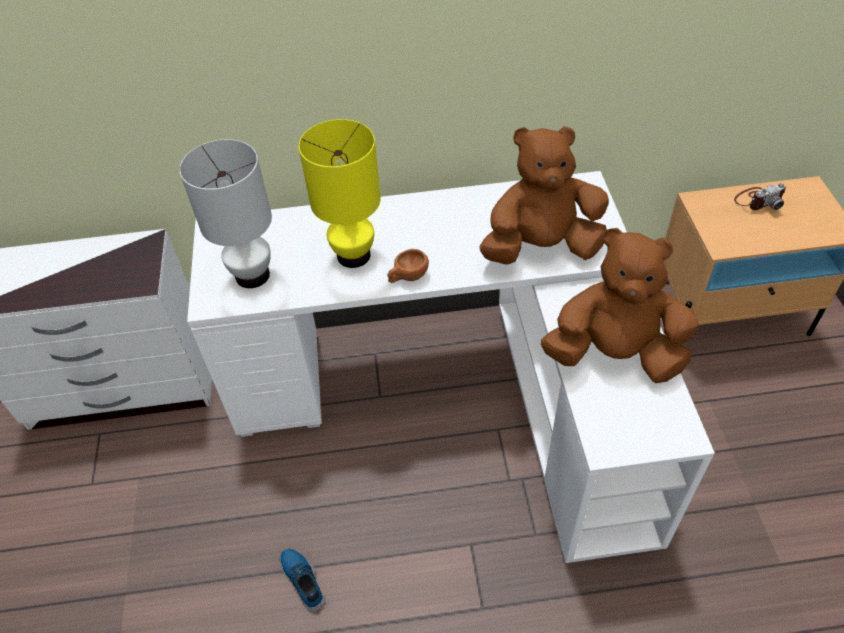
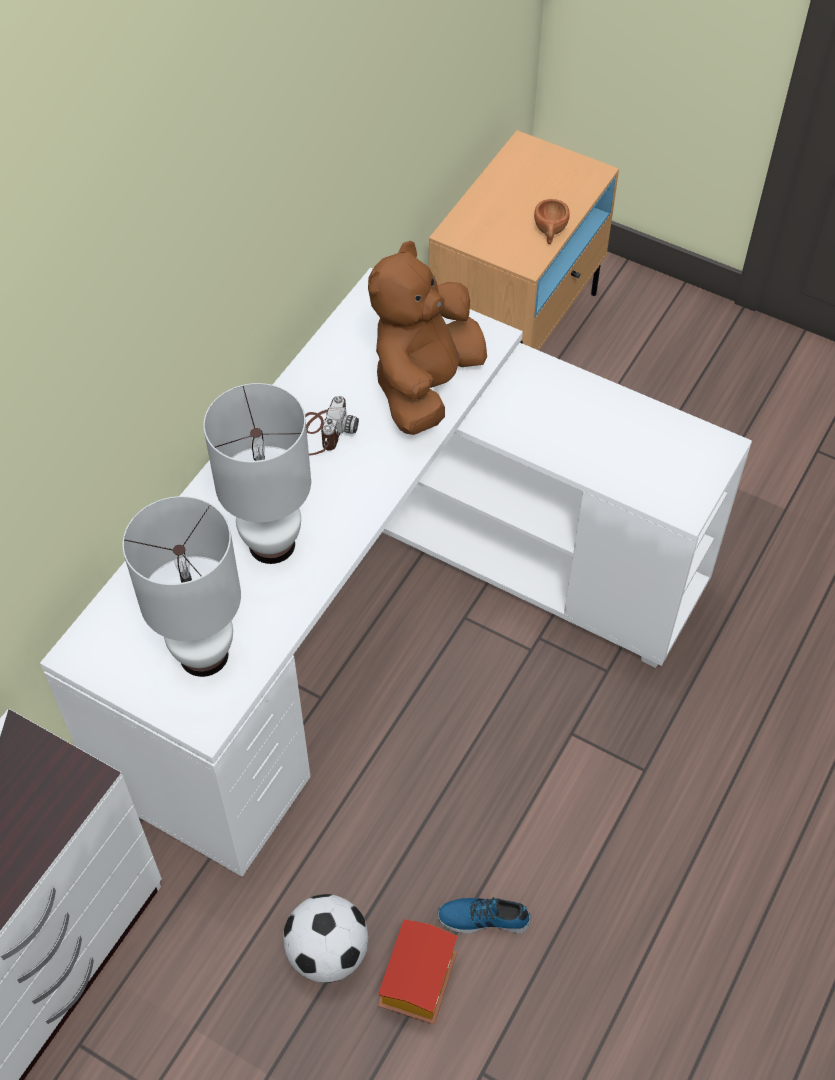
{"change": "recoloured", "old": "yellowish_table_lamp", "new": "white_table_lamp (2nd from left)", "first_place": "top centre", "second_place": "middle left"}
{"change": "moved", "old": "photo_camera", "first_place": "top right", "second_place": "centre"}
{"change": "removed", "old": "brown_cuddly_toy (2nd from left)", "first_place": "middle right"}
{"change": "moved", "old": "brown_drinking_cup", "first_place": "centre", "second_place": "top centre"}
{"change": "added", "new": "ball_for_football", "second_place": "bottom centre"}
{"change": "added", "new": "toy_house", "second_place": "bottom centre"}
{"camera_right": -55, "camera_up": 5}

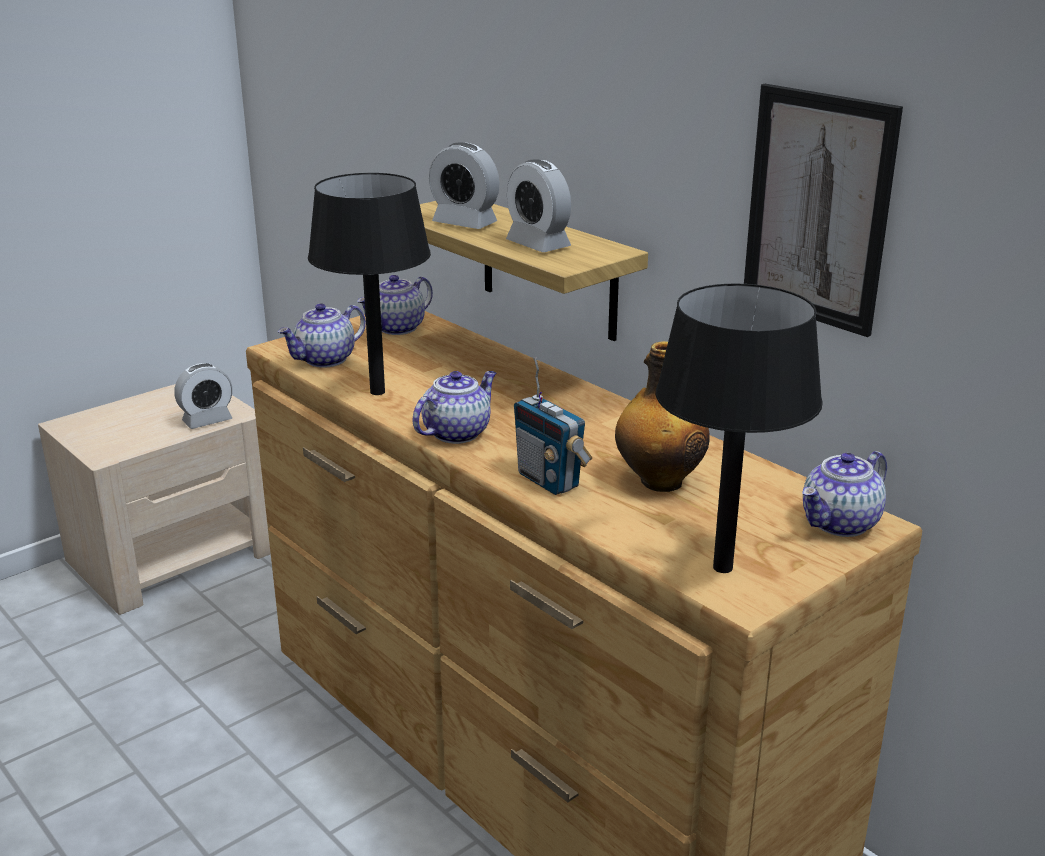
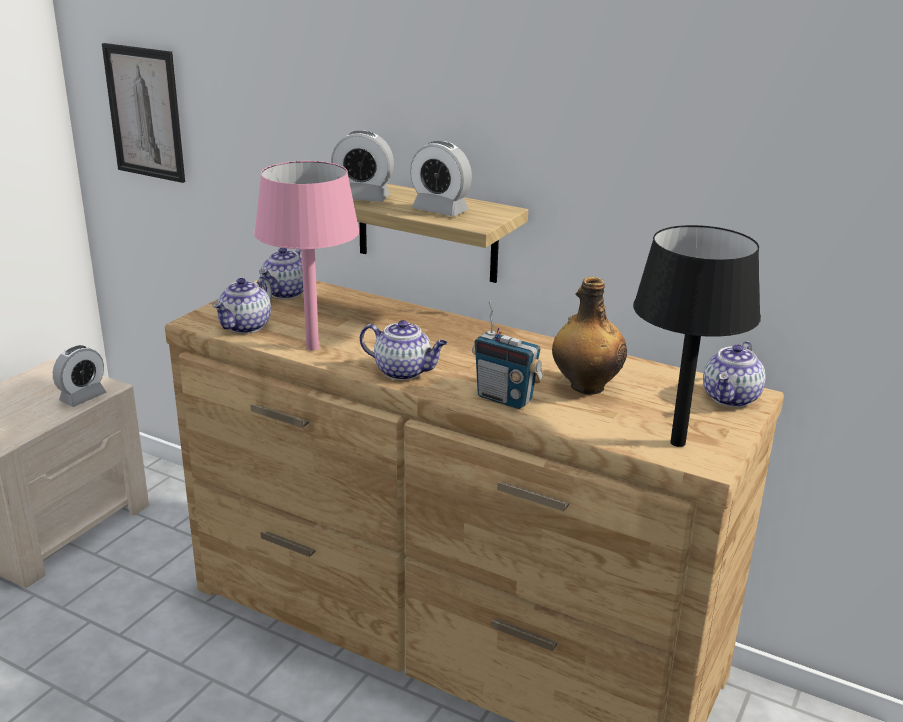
{"change": "moved", "old": "picture", "first_place": "top right", "second_place": "top left"}
{"change": "recoloured", "old": "black-coloured_table_lamp (1st from left)", "new": "pink_table_lamp", "first_place": "top centre", "second_place": "centre"}
{"change": "turned", "old": "teapot (3rd from left)", "first_place": "centre", "second_place": "centre", "degrees": 90}
{"camera_right": -20, "camera_up": 0}

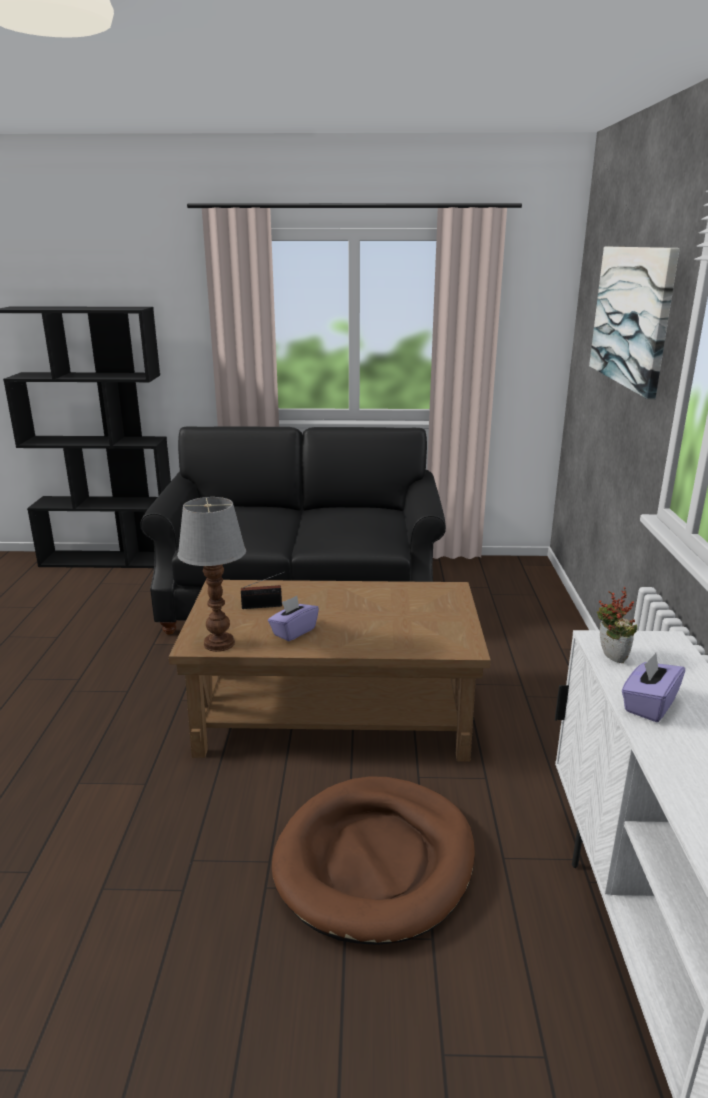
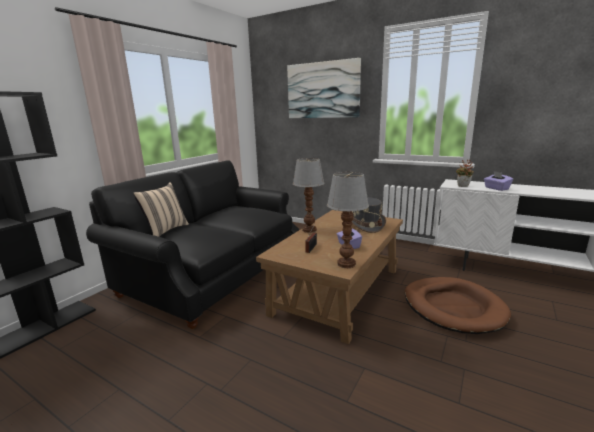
{"change": "added", "new": "table_lamp (1st from left)", "second_place": "centre"}
{"change": "added", "new": "sand-coloured_throw_pillow", "second_place": "middle left"}
{"change": "added", "new": "grey_wearable_hat", "second_place": "centre"}
{"camera_right": -60, "camera_up": -5}

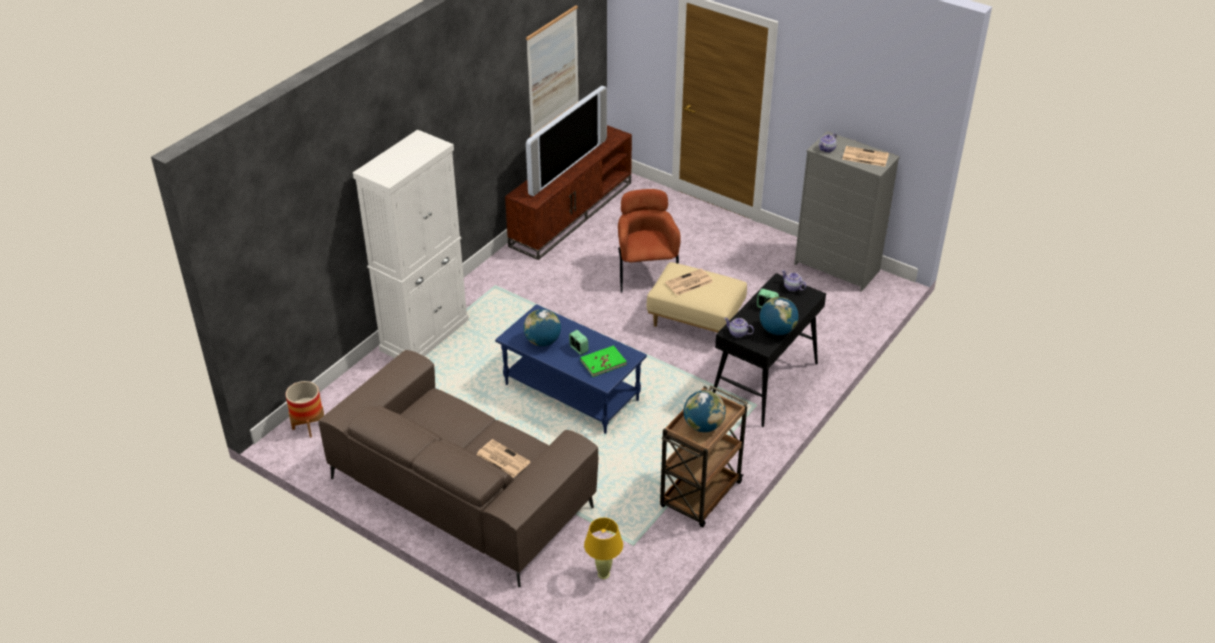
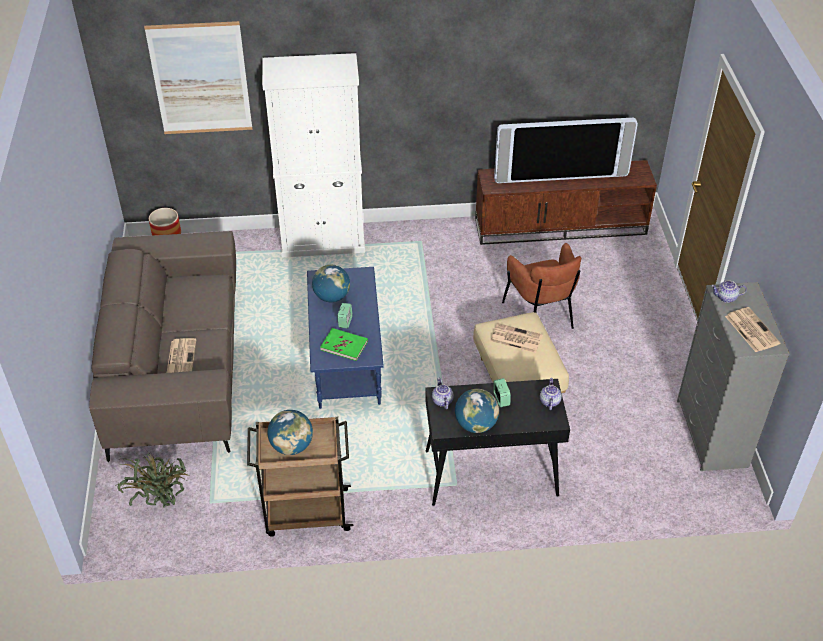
{"change": "moved", "old": "picture", "first_place": "top centre", "second_place": "top left"}
{"change": "turned", "old": "brown_easy_chair", "first_place": "centre", "second_place": "centre", "degrees": 120}
{"change": "replaced", "old": "yellowish_table_lamp", "new": "plant_in_a_pot", "first_place": "bottom centre", "second_place": "bottom left"}
{"camera_right": 50, "camera_up": 5}

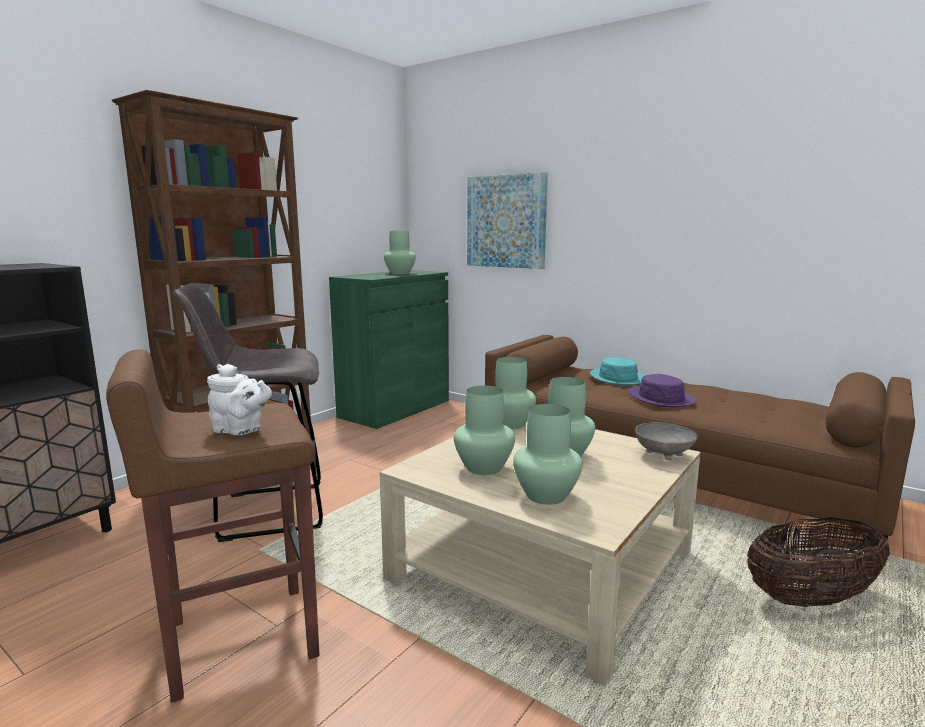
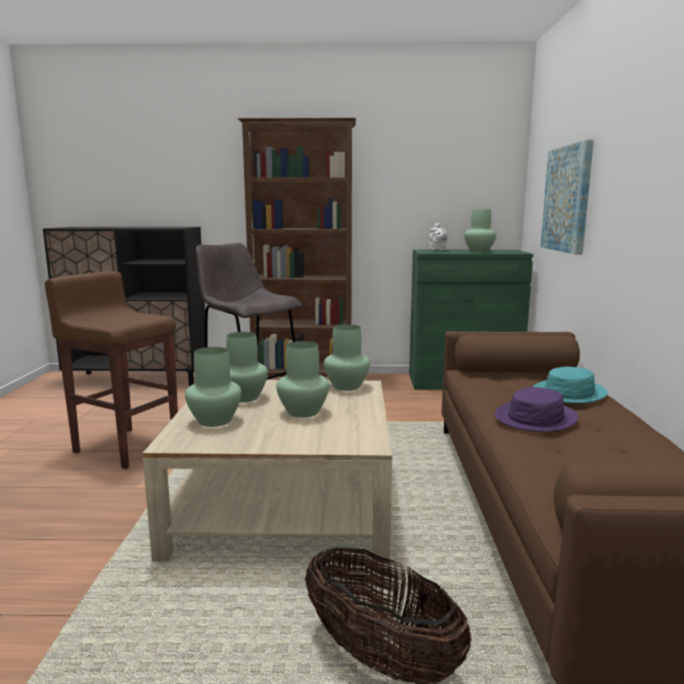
{"change": "moved", "old": "white_teapot", "first_place": "middle left", "second_place": "centre"}
{"change": "removed", "old": "grey_serving_bowl", "first_place": "middle right"}
{"camera_right": 55, "camera_up": 0}

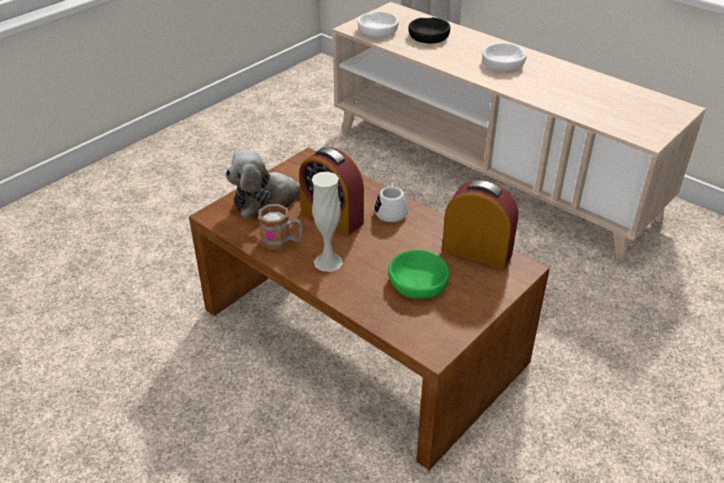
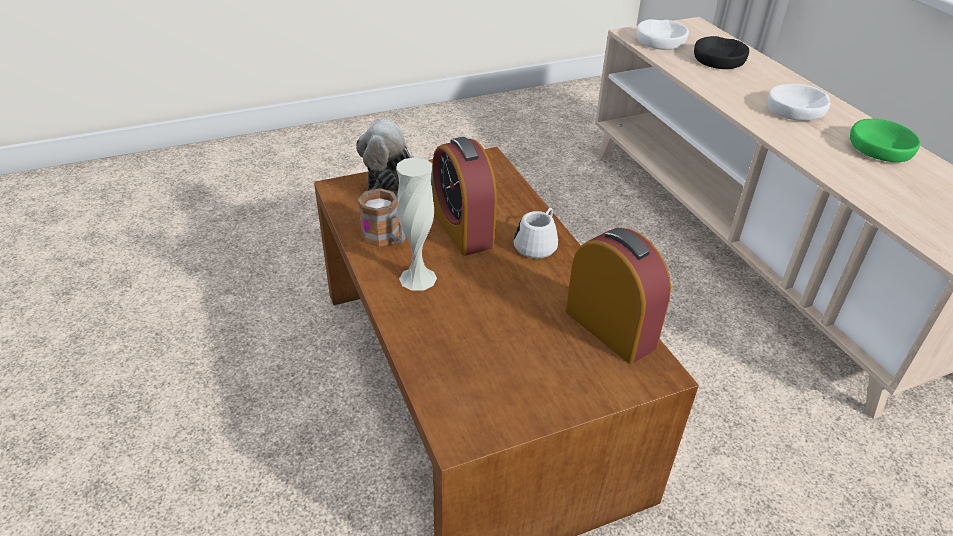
{"change": "moved", "old": "green-coloured_serving_bowl", "first_place": "centre", "second_place": "top right"}
{"camera_right": 25, "camera_up": 0}

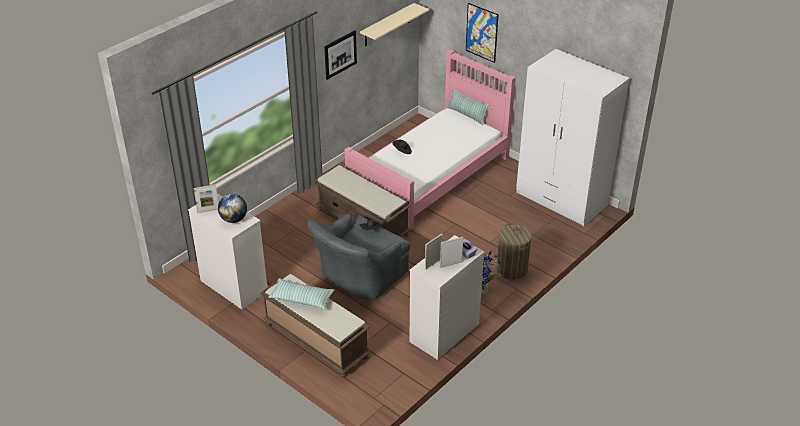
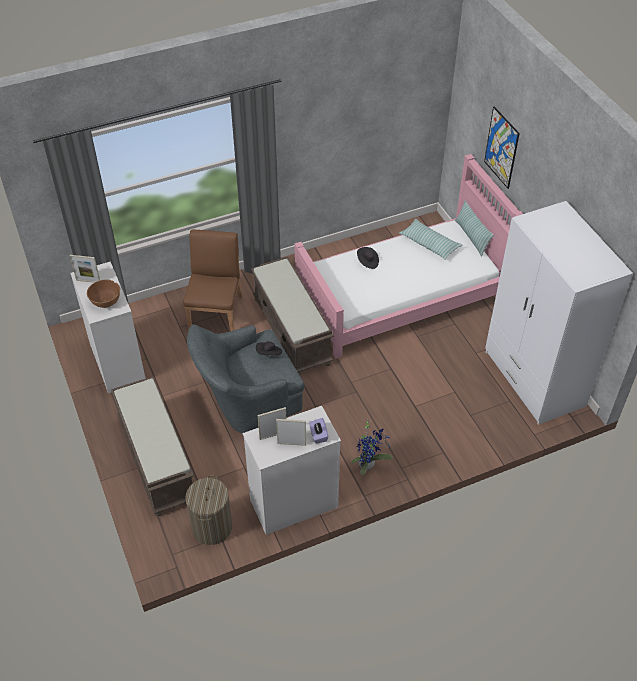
{"change": "removed", "old": "sand-coloured_shelf", "first_place": "top centre"}
{"change": "removed", "old": "picture (1st from left)", "first_place": "top centre"}
{"change": "replaced", "old": "desk_globe", "new": "brown_serving_bowl", "first_place": "middle left", "second_place": "middle left"}
{"change": "moved", "old": "hamper", "first_place": "centre", "second_place": "bottom left"}
{"change": "moved", "old": "throw_pillow (1st from left)", "first_place": "bottom centre", "second_place": "middle right"}
{"change": "added", "new": "brown_chair", "second_place": "centre"}
{"camera_right": 25, "camera_up": 10}

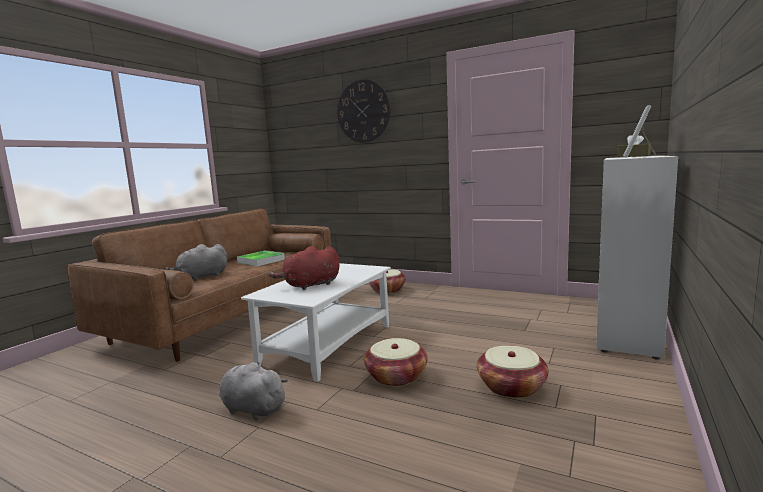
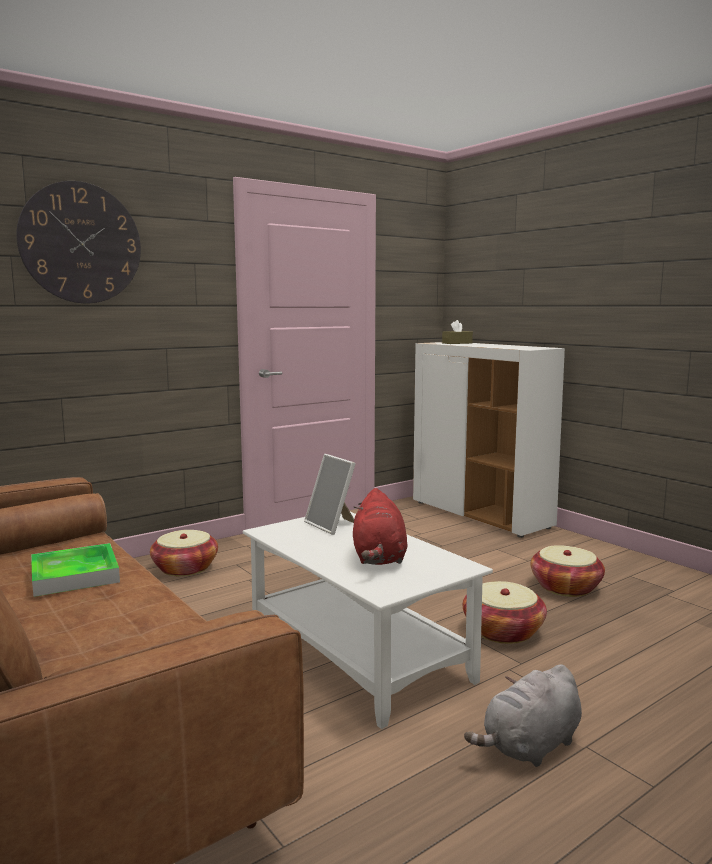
{"change": "moved", "old": "picture_frame", "first_place": "top right", "second_place": "centre"}
{"change": "removed", "old": "grey_cuddly_toy (1st from left)", "first_place": "middle left"}
{"camera_right": -65, "camera_up": 0}

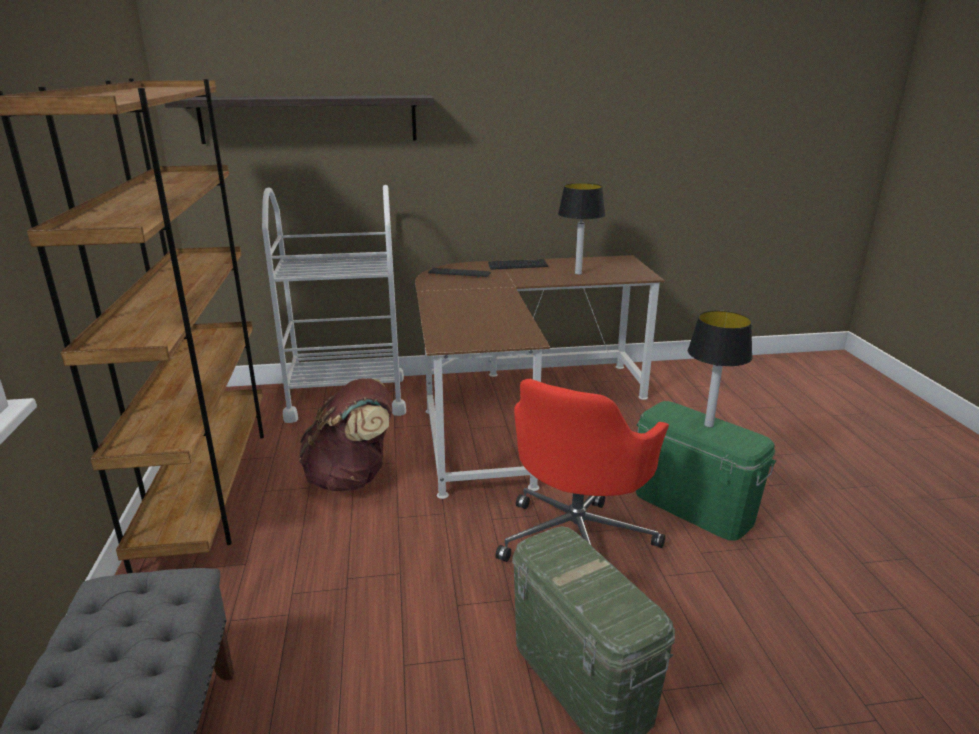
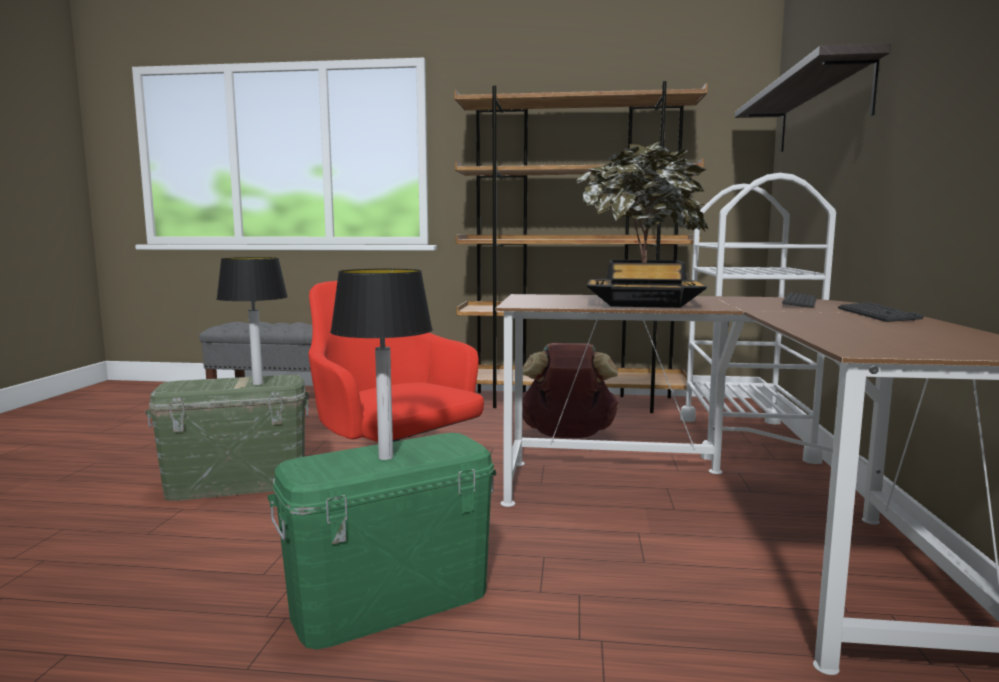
{"change": "moved", "old": "table_lamp (1st from left)", "first_place": "top centre", "second_place": "middle left"}
{"change": "added", "new": "plant_in_a_pot", "second_place": "top centre"}
{"camera_right": 105, "camera_up": -15}

